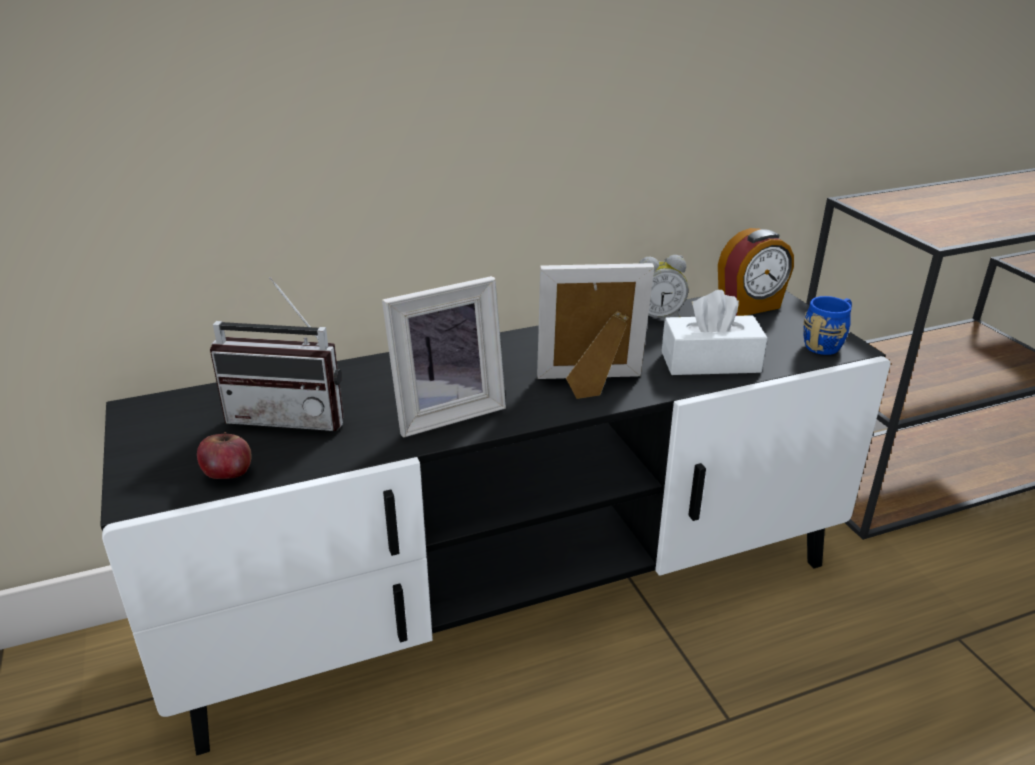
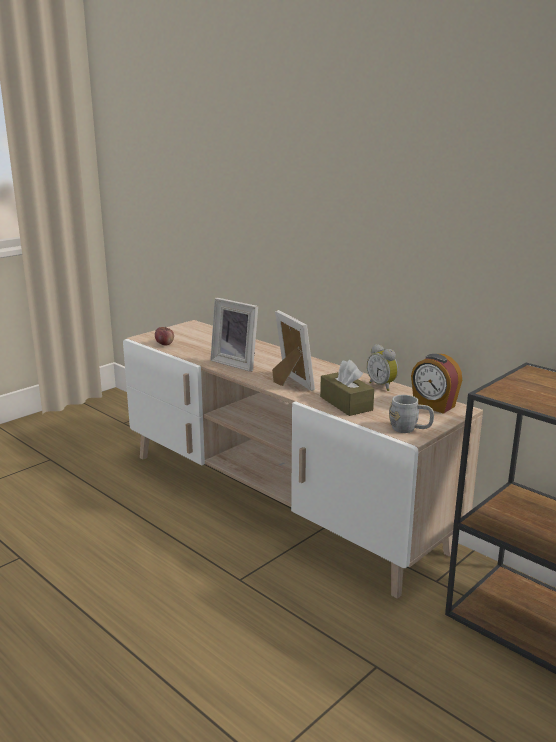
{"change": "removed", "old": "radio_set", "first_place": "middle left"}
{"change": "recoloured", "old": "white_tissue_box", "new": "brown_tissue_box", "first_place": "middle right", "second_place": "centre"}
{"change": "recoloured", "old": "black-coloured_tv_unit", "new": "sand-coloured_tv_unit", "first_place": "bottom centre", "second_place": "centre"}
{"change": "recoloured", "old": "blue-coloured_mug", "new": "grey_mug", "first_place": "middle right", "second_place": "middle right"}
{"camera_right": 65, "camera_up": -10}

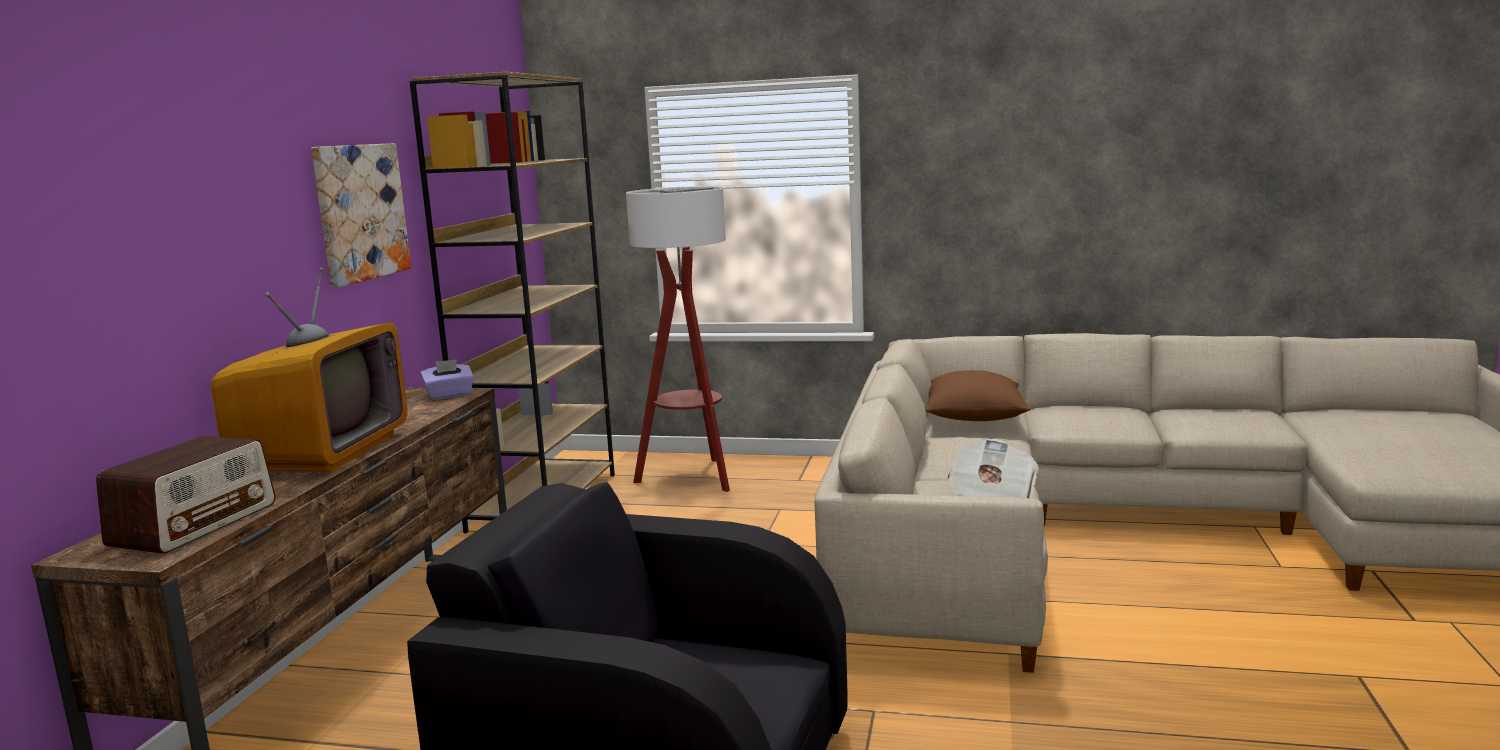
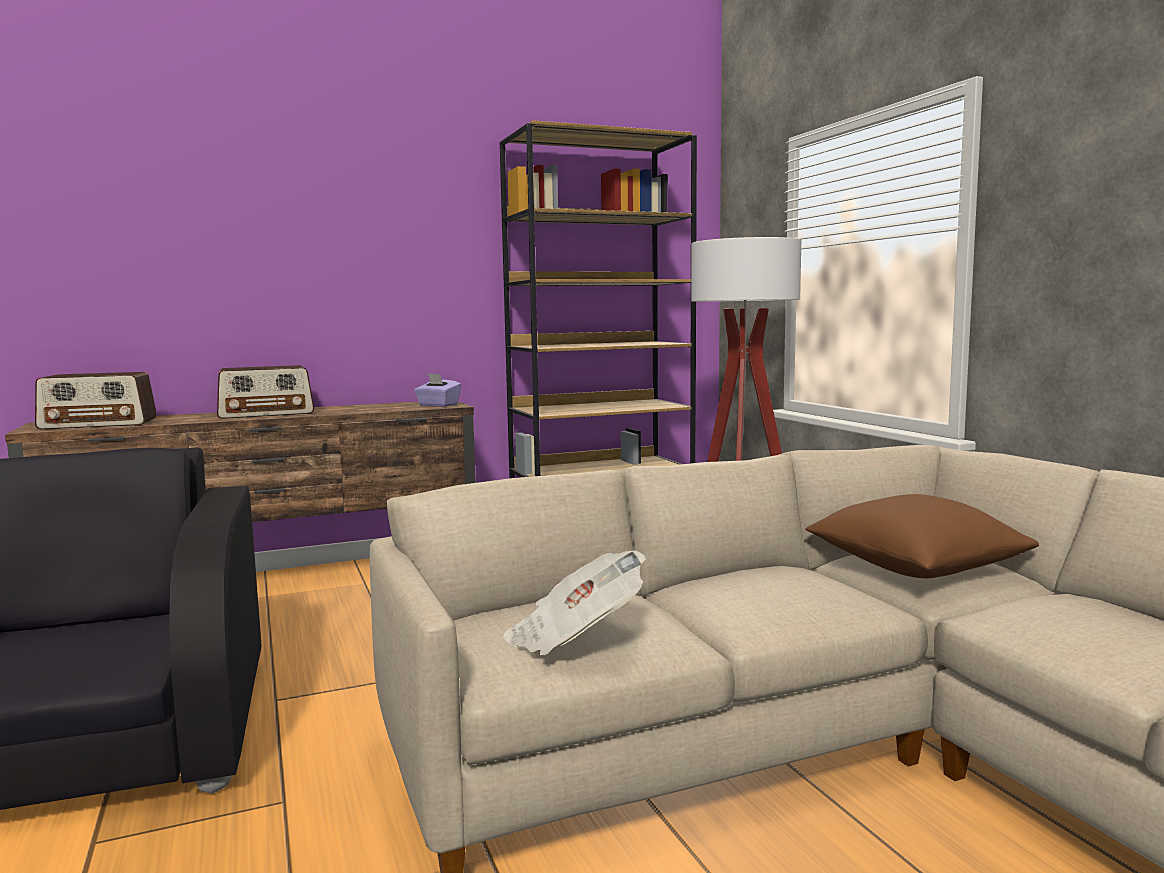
{"change": "removed", "old": "picture", "first_place": "top left"}
{"change": "replaced", "old": "TV_set", "new": "radio_set (2nd from left)", "first_place": "middle left", "second_place": "middle left"}
{"camera_right": 55, "camera_up": -5}

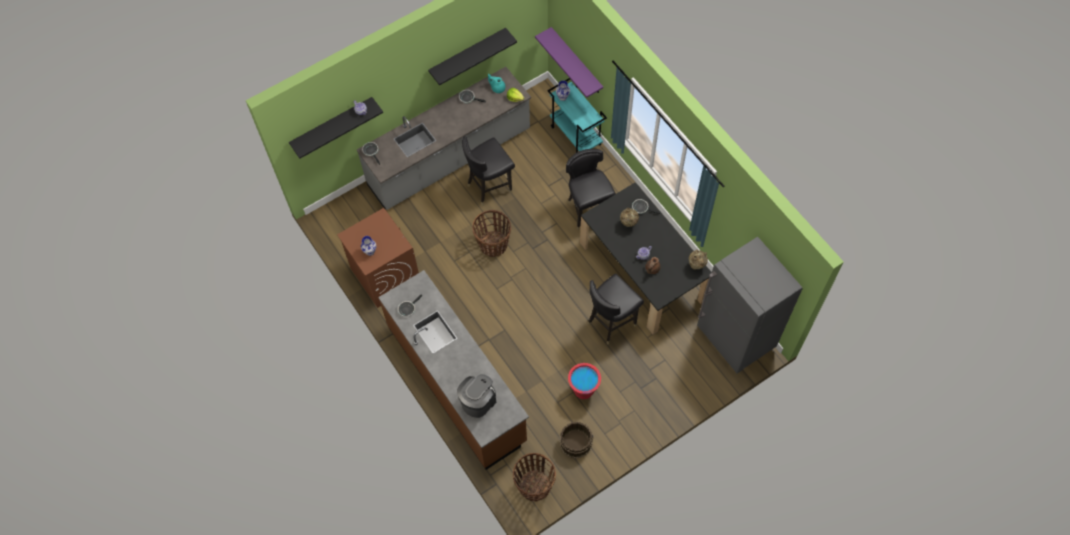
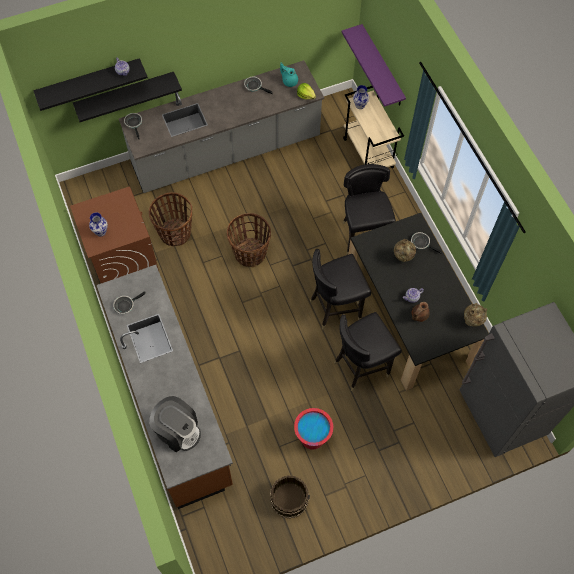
{"change": "moved", "old": "black-coloured_shelf (2nd from left)", "first_place": "top centre", "second_place": "top left"}
{"change": "recoloured", "old": "turquoise_trolley", "new": "sand-coloured_trolley", "first_place": "top centre", "second_place": "top centre"}
{"change": "moved", "old": "black-coloured_chair (1st from left)", "first_place": "top centre", "second_place": "centre"}
{"change": "turned", "old": "coffee_maker", "first_place": "bottom centre", "second_place": "bottom left", "degrees": 75}
{"change": "moved", "old": "basket (2nd from left in the first image)", "new": "basket (1st from left)", "first_place": "bottom centre", "second_place": "middle left"}
{"camera_right": 10, "camera_up": 0}

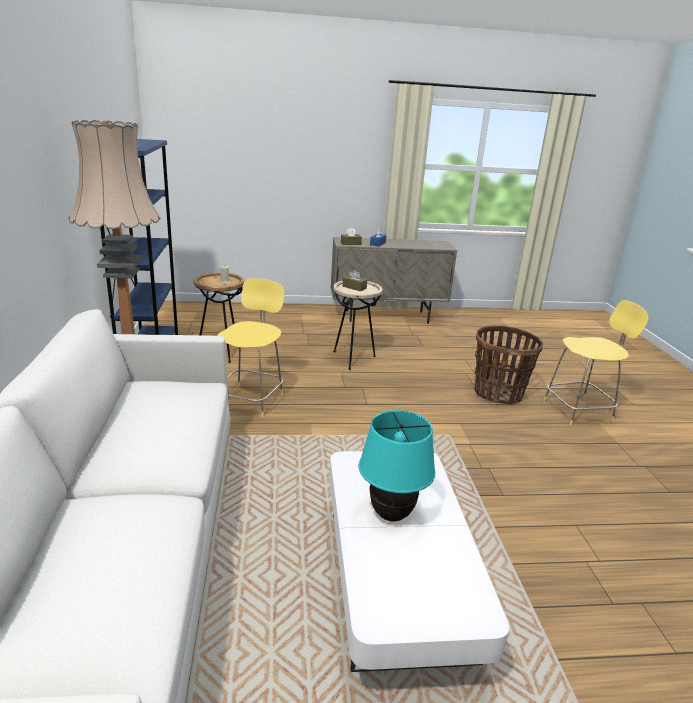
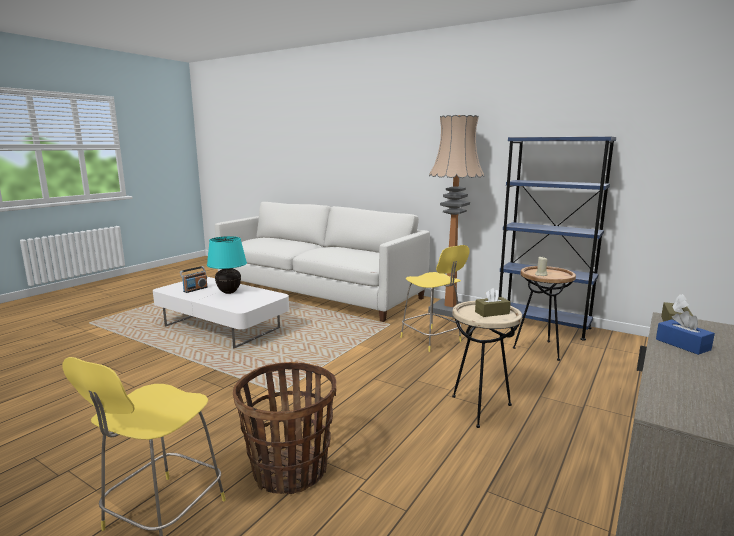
{"change": "added", "new": "radio_set", "second_place": "middle left"}
{"camera_right": 130, "camera_up": -10}

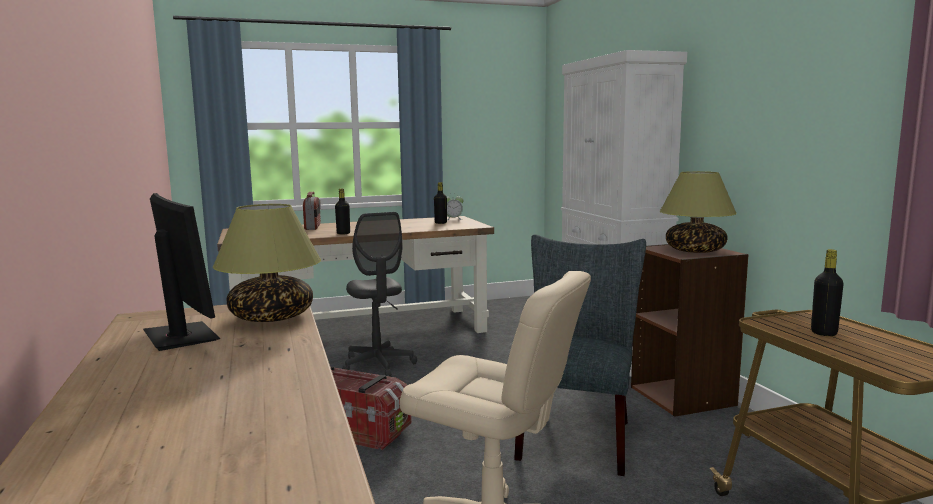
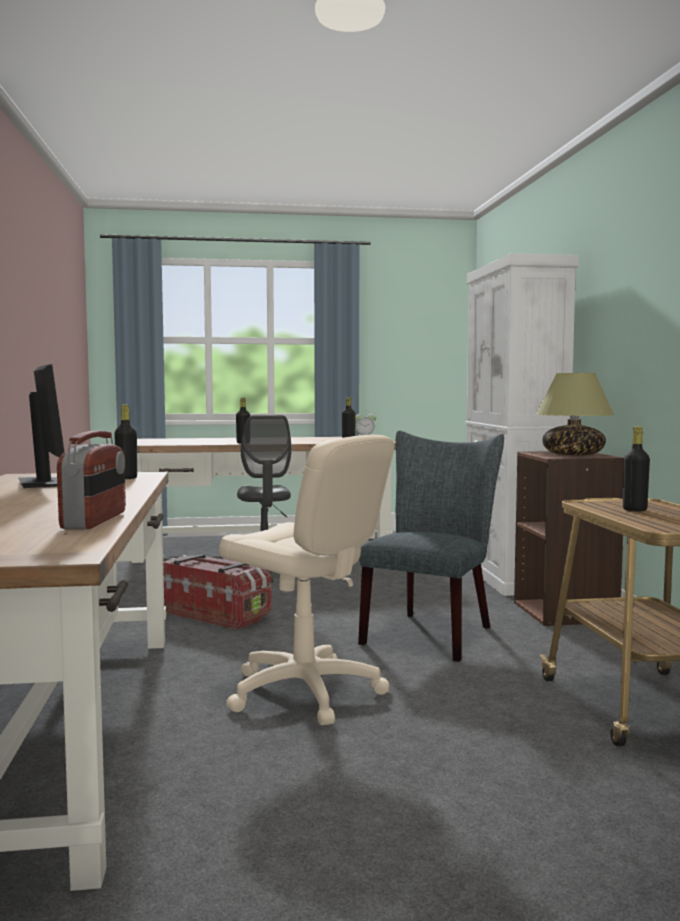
{"change": "moved", "old": "radio_set", "first_place": "centre", "second_place": "middle left"}
{"change": "replaced", "old": "table_lamp (1st from left)", "new": "black-coloured_bottle (1st from left)", "first_place": "middle left", "second_place": "middle left"}
{"camera_right": 10, "camera_up": -5}

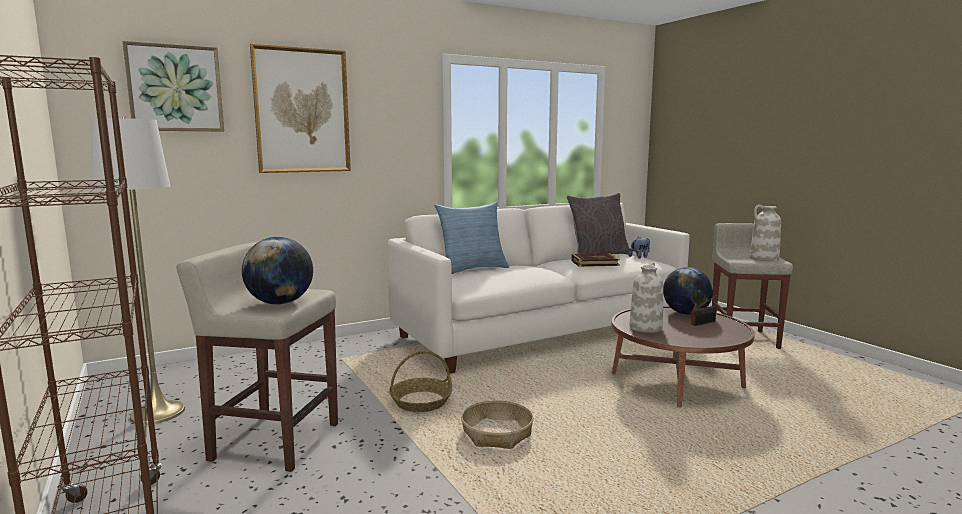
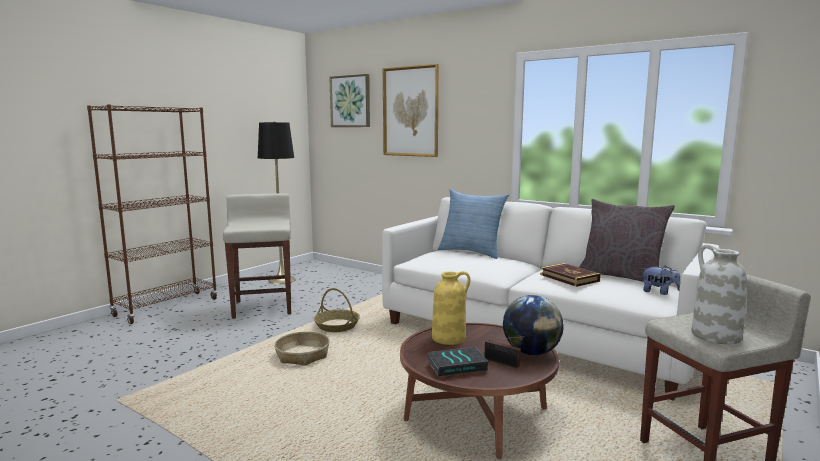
{"change": "recoloured", "old": "white_standing_lamp", "new": "black-coloured_standing_lamp", "first_place": "middle left", "second_place": "centre"}
{"change": "removed", "old": "desk_globe (1st from left)", "first_place": "middle left"}
{"change": "recoloured", "old": "white_flower_vase (1st from left)", "new": "yellowish_flower_vase", "first_place": "middle right", "second_place": "bottom centre"}
{"change": "added", "new": "book (1st from left)", "second_place": "bottom centre"}
{"camera_right": 65, "camera_up": 0}

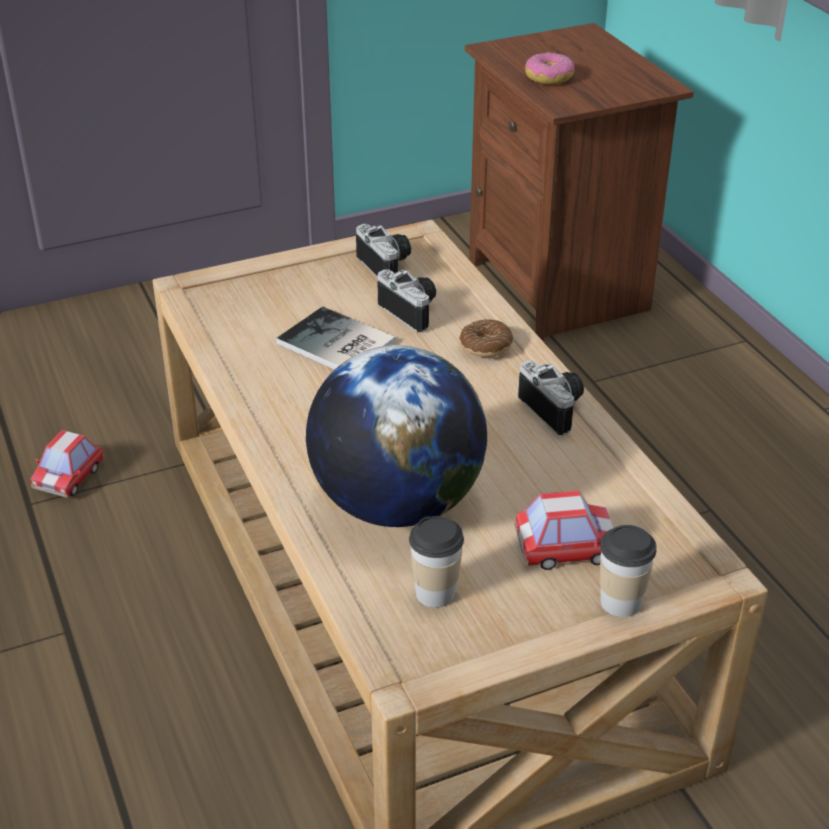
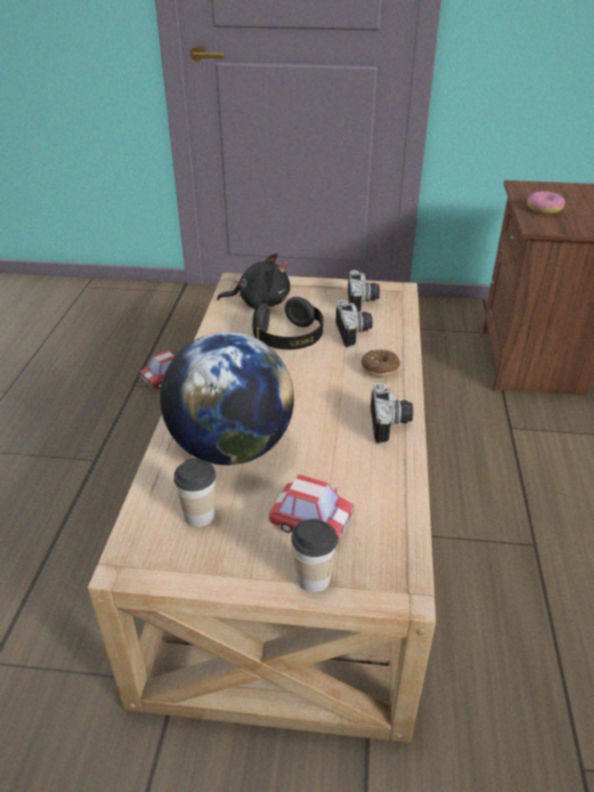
{"change": "replaced", "old": "book", "new": "black-coloured_headset", "first_place": "centre", "second_place": "centre"}
{"change": "added", "new": "black-coloured_cuddly_toy", "second_place": "centre"}
{"camera_right": 30, "camera_up": 0}

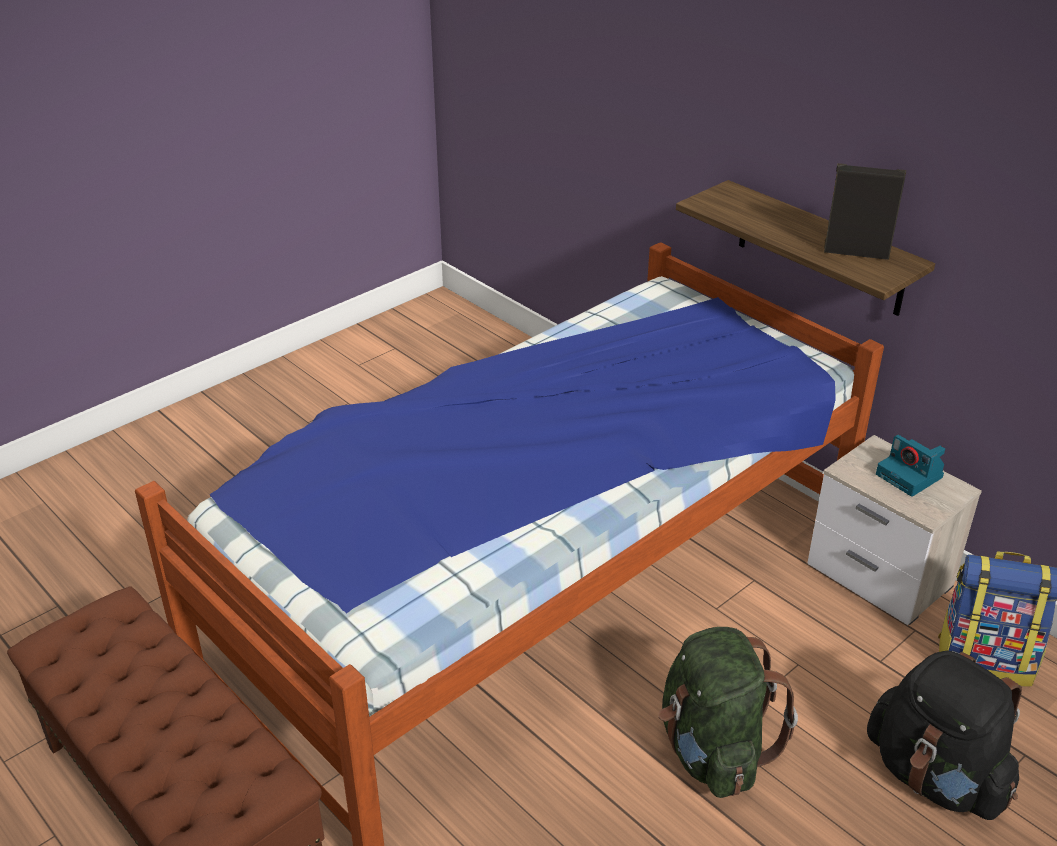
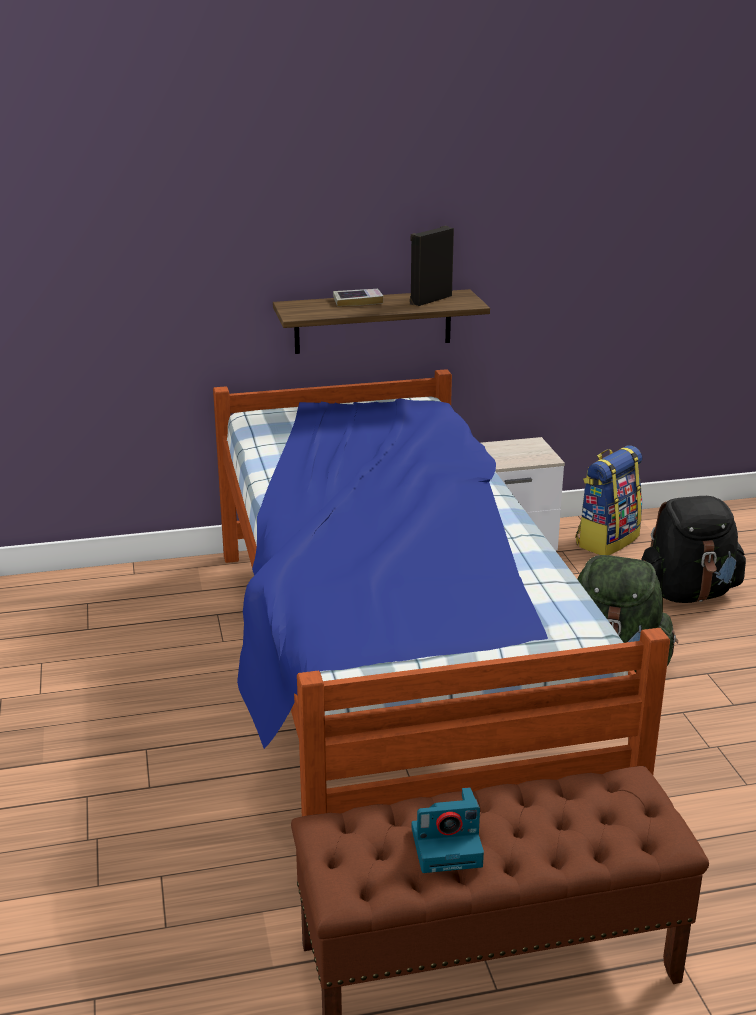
{"change": "moved", "old": "photo_camera", "first_place": "middle right", "second_place": "bottom centre"}
{"change": "added", "new": "book", "second_place": "top centre"}
{"camera_right": -60, "camera_up": -10}

